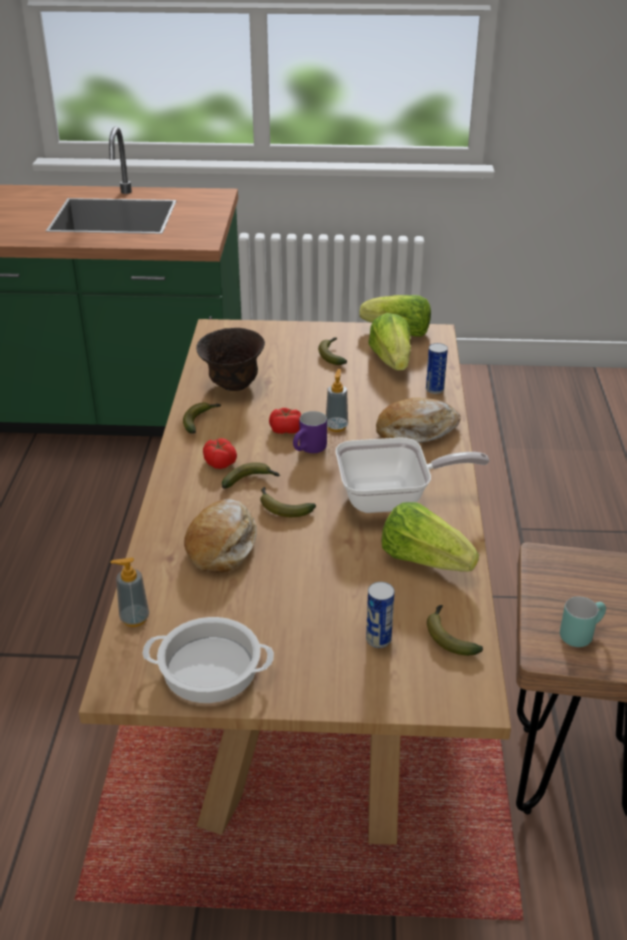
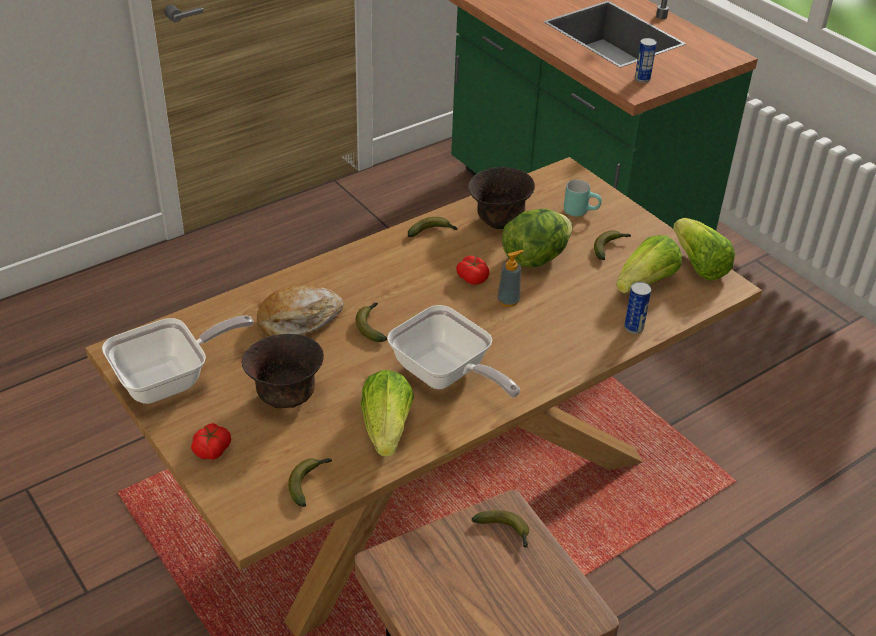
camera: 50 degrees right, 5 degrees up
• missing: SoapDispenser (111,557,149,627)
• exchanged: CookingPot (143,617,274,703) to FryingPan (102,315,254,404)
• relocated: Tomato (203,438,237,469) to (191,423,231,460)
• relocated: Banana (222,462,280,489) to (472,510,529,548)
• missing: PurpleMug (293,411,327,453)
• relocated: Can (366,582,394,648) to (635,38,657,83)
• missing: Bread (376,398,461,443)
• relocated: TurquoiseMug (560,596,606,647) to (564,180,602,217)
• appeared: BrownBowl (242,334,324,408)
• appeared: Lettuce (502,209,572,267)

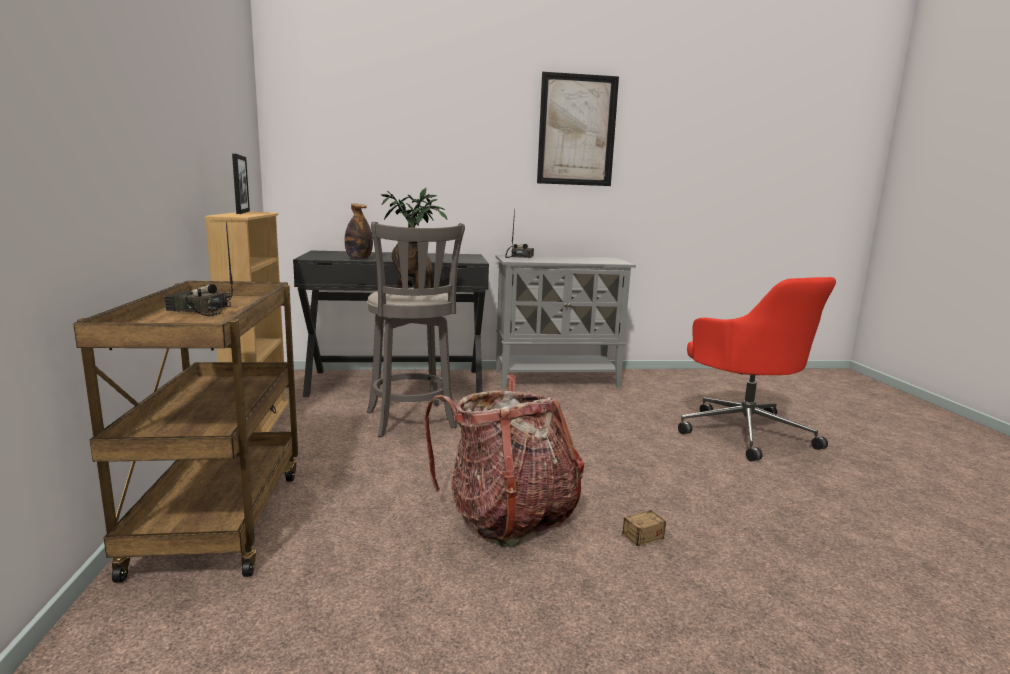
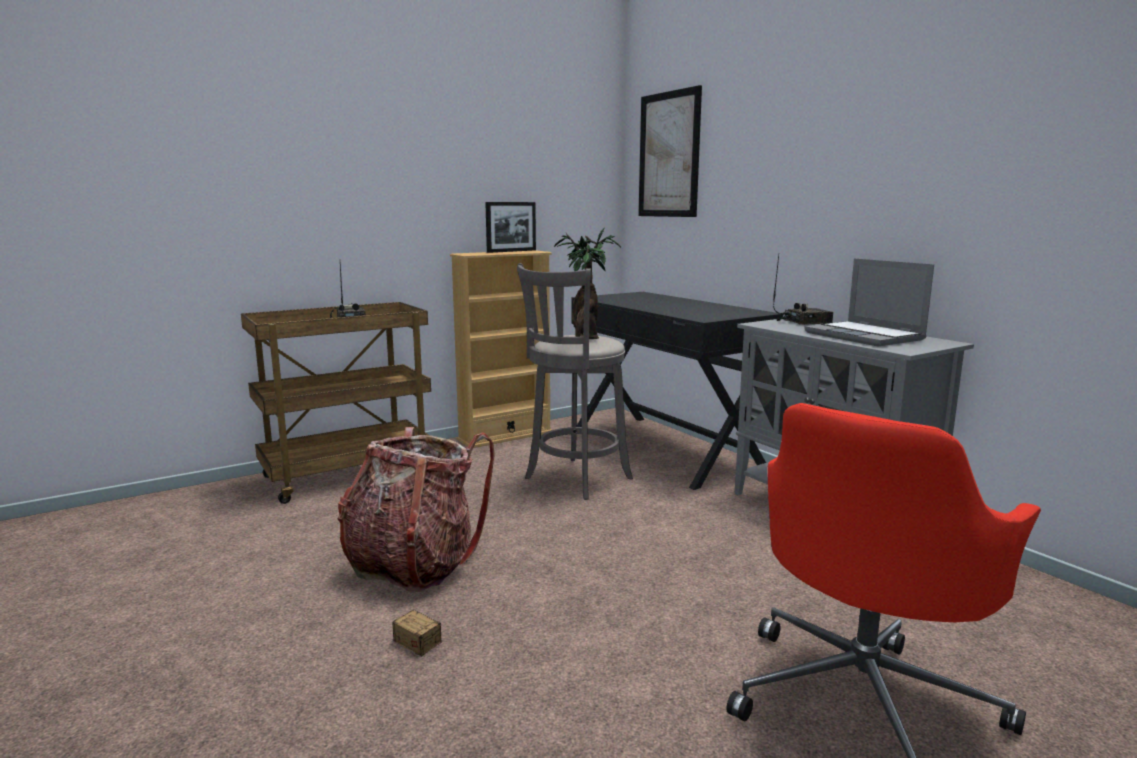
camera: 65 degrees right, 0 degrees up
• missing: Bottle (344,204,373,259)
• relocated: Picture (537,72,619,186) to (638,85,702,217)
• appeared: Laptop (804,258,934,347)

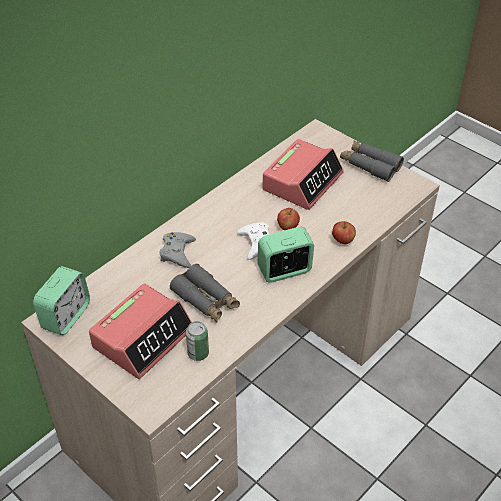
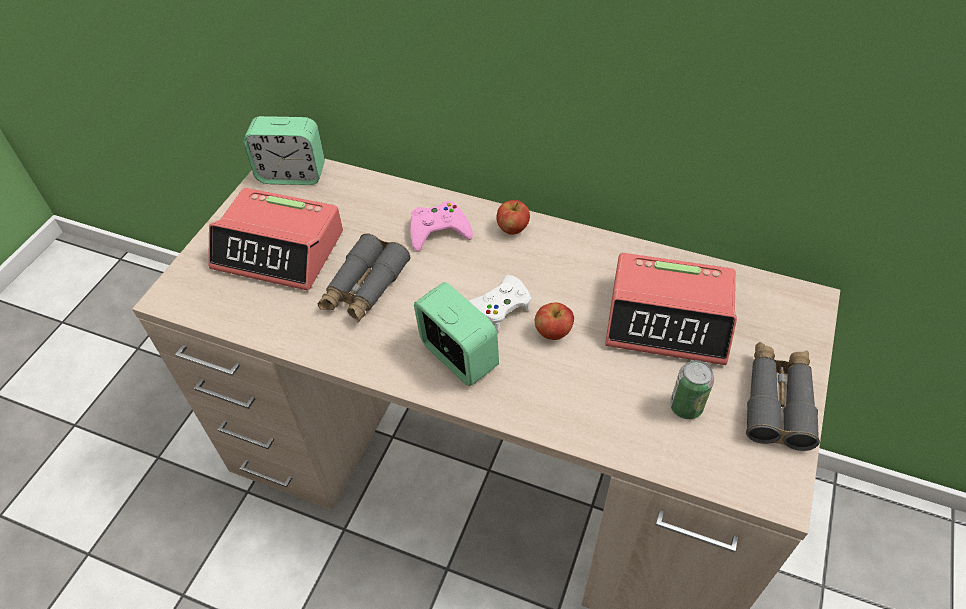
camera: 70 degrees right, 5 degrees up
• colour: GreyGameController (160,232,196,268) to PinkGameController (410,201,473,252)
• relocated: Can (186,321,209,361) to (670,360,714,419)
• relocated: Apple (332,221,356,244) to (496,200,530,235)

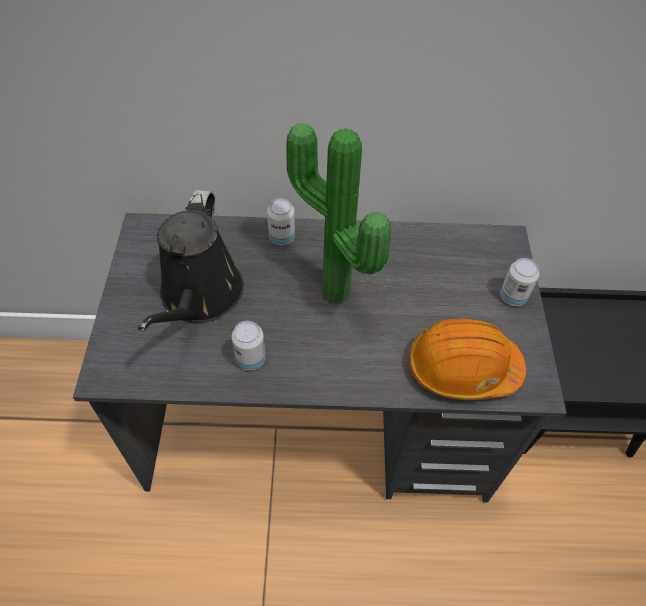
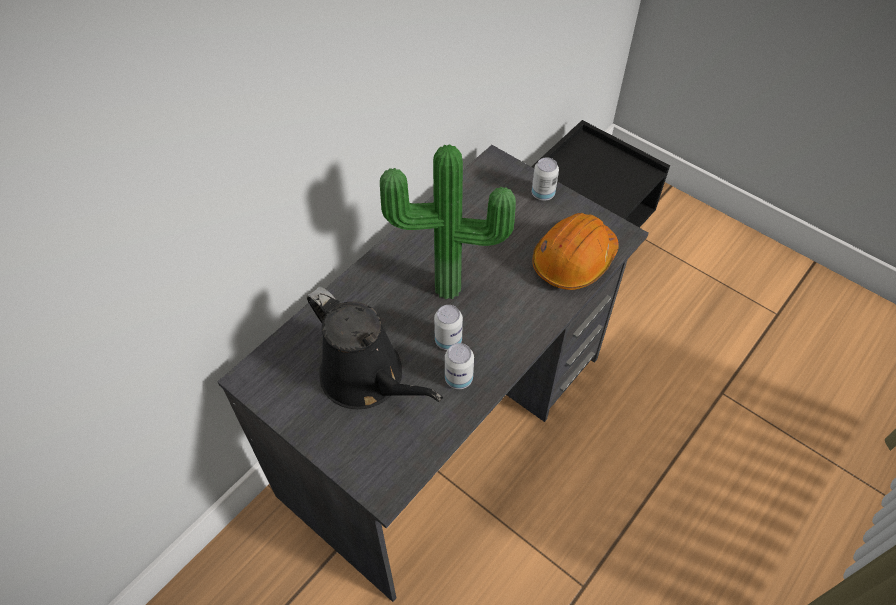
camera: 50 degrees left, 0 degrees up
• relocated: Can (267,198,295,245) to (434,305,463,350)

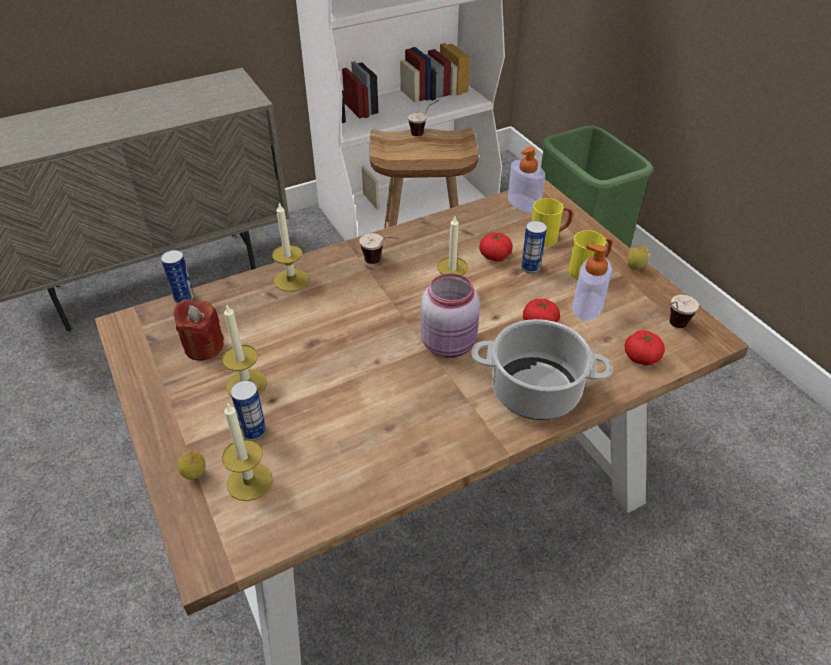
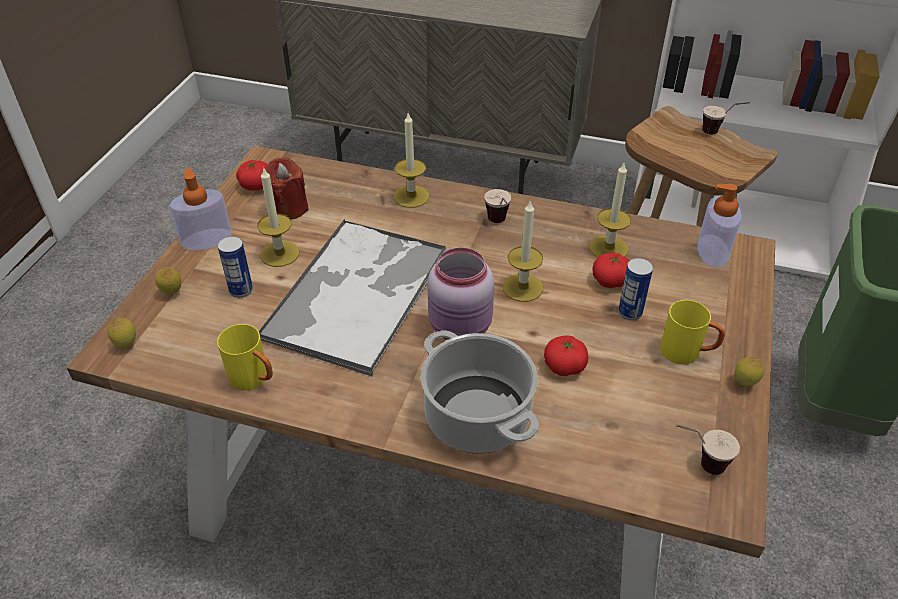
camera: 45 degrees right, 0 degrees up
• missing: Can (161,250,195,303)
• relocated: Candle (222,402,273,501) to (590,163,631,258)
• relocated: YellowMug (532,198,573,247) to (217,324,273,391)
• relocated: SoapDispenser (572,244,612,321) to (170,168,232,250)
• relocated: Tomato (624,330,665,366) to (236,160,268,191)
• appeared: Lemon (108,317,136,350)
• appeared: Tray (259,219,447,377)

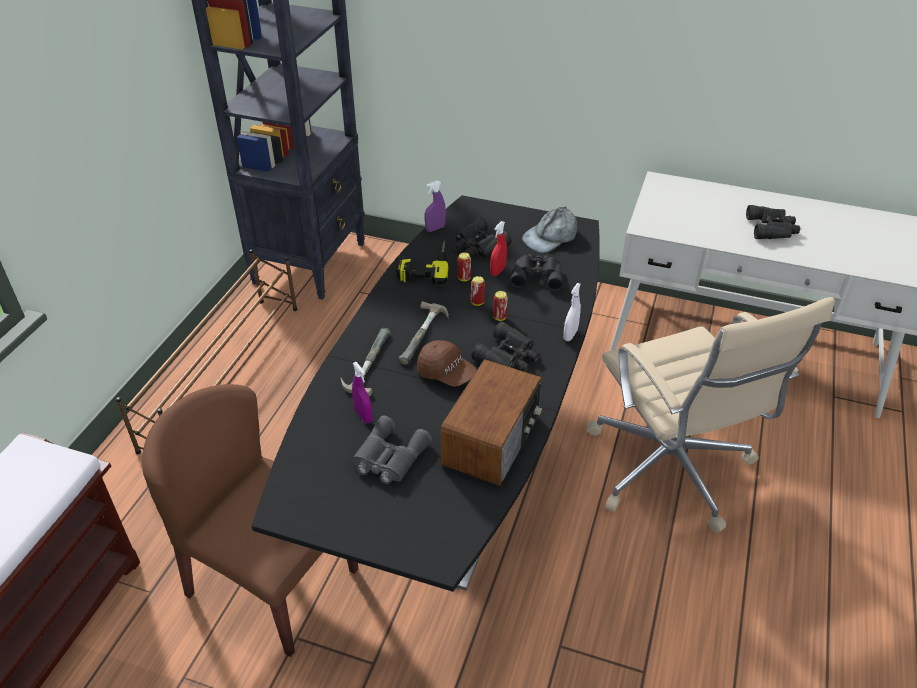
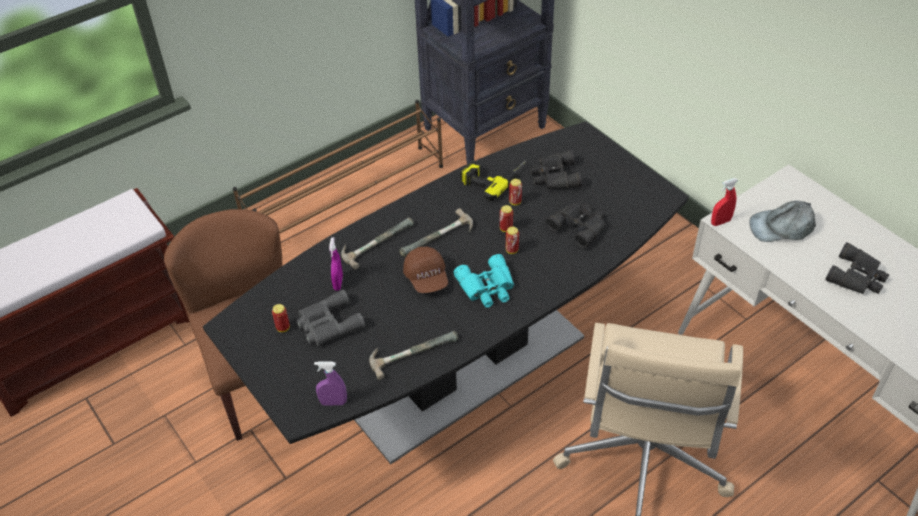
camera: 35 degrees right, 5 degrees up
• relocated: PurpleSprayBottle (425,180,446,232) to (314,361,347,406)
• exchanged: Radio (440,359,542,486) to Hammer (369,331,459,380)
• colour: BlackBinoculars (471,321,539,372) to TurquoiseBinoculars (453,254,514,308)
• relocated: RedSprayBottle (490,221,507,276) to (711,178,738,226)
• relocated: GreyCap (522,207,578,253) to (749,201,816,242)
• missing: WhiteSprayBottle (563,283,581,341)
• appeared: Can (272,304,290,332)

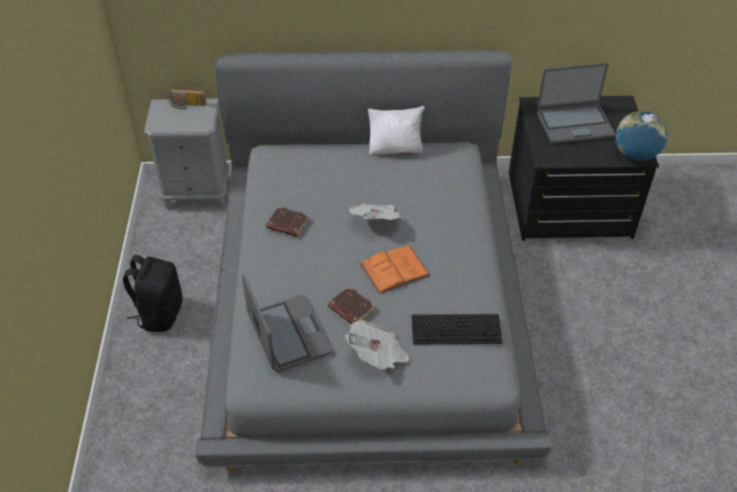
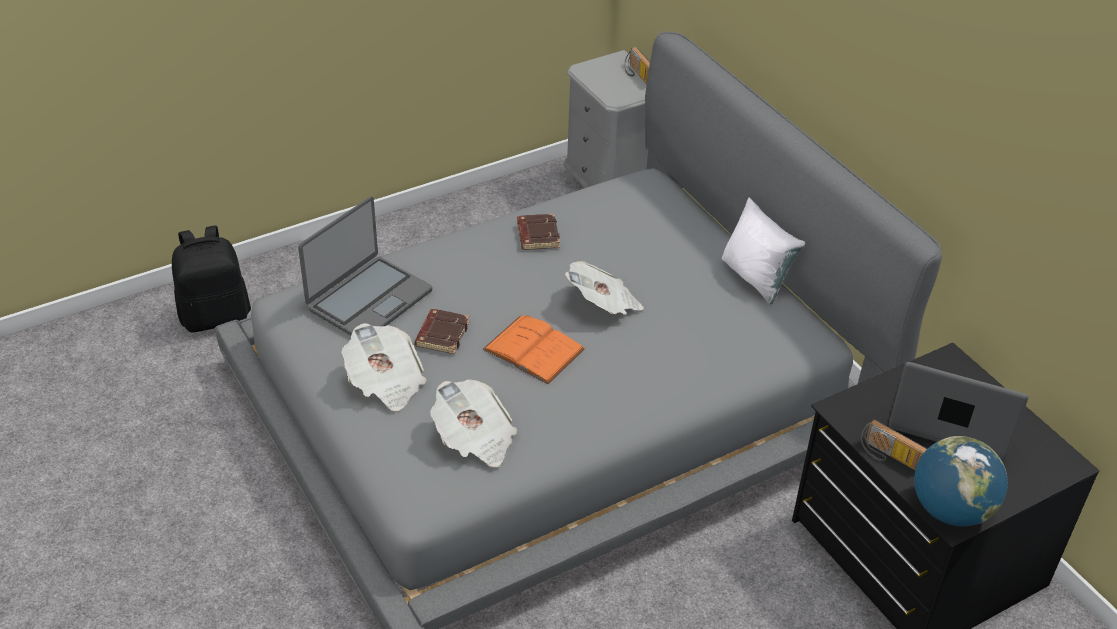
camera: 60 degrees right, 5 degrees down
• relocated: BlackBackpack (123,255,183,332) to (172,226,251,333)
• exchanged: Keyboard (412,314,503,344) to Newspaper (430,379,517,468)
• spun: Laptop (537,63,615,144) = (889,362,1029,461) 150 degrees clockwise
• appeared: Radio (861,419,927,470)

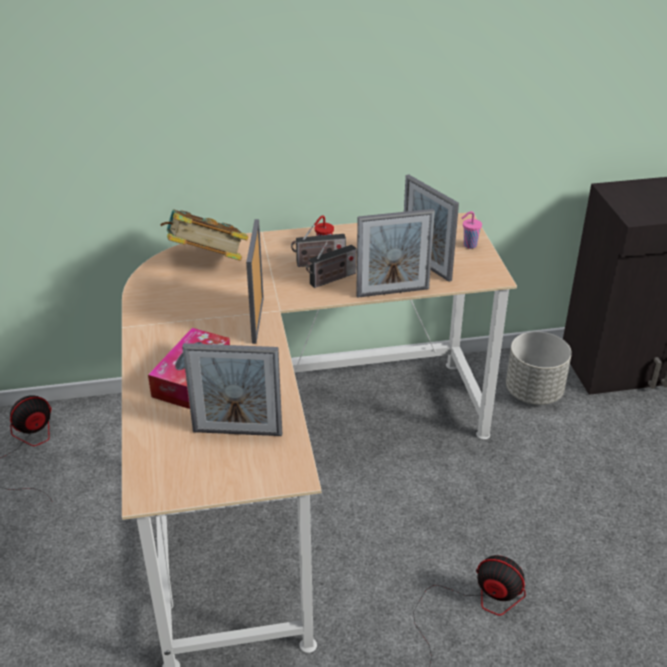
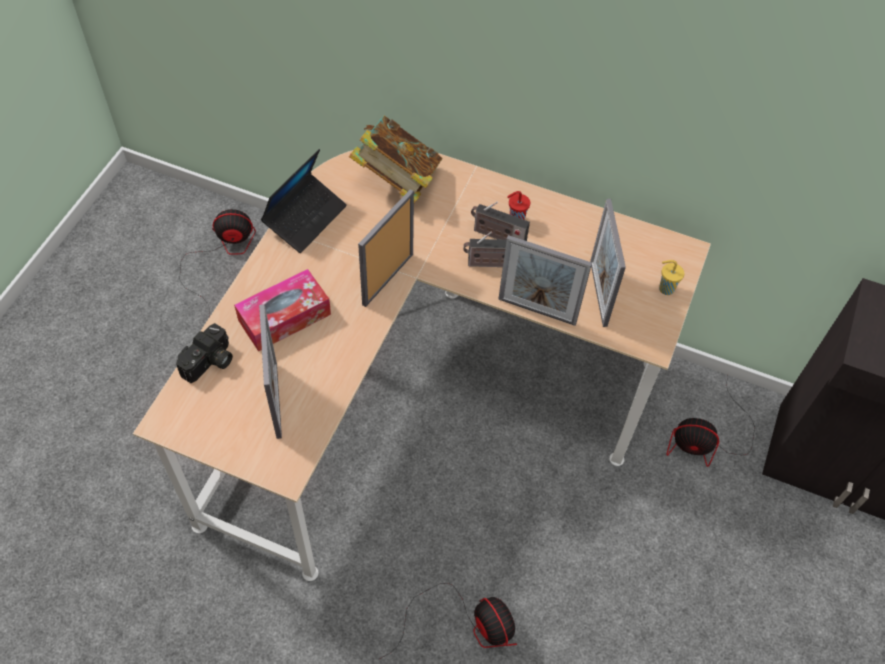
camera: 30 degrees right, 20 degrees up
• spun: PictureFrame (182,343,282,436) = (259,304,282,439) 135 degrees counterclockwise
• colour: PinkCup (462,211,482,249) to YellowCup (659,260,684,295)
• exchanged: GreyPlanter (506,331,572,405) to Fan (667,376,755,467)
• appeared: PhotoCamera (176,323,233,383)
• appeared: Laptop (261,149,347,253)

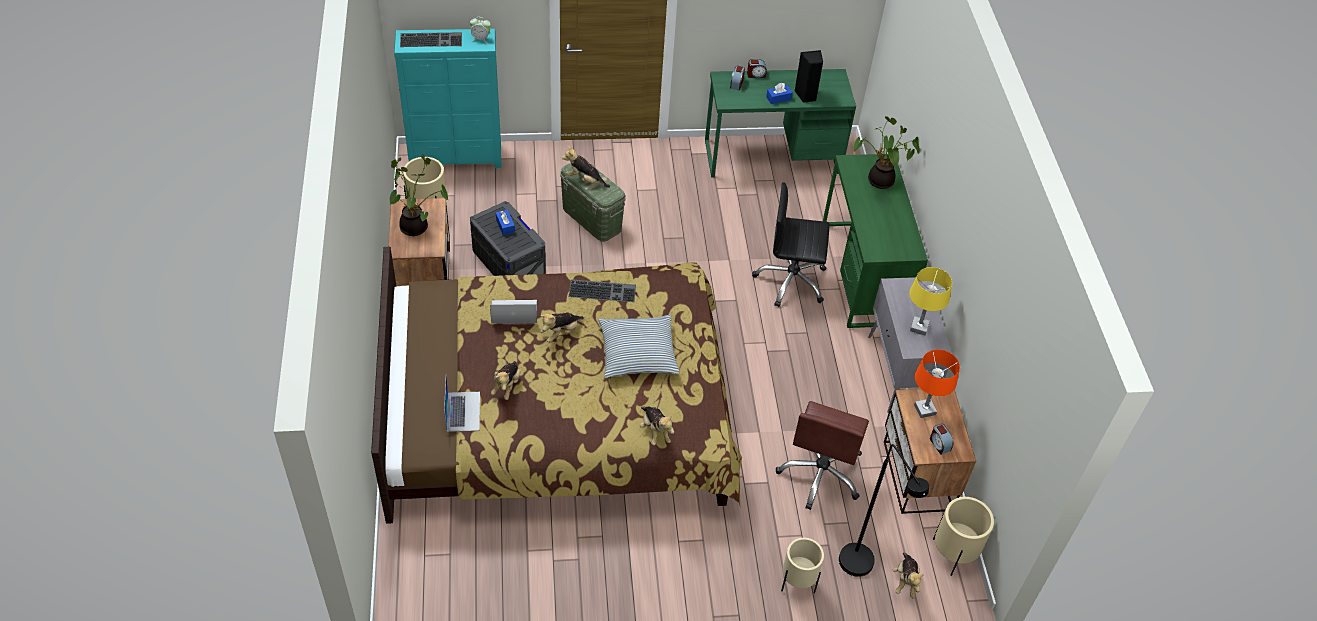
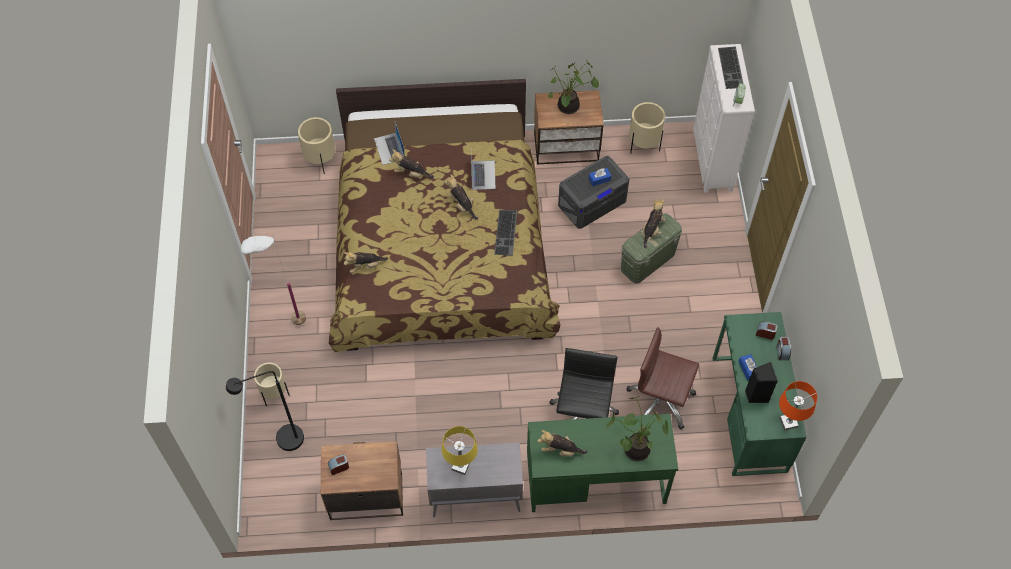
camera: 95 degrees right, 10 degrees up
• colour: TurquoiseDresser (394,29,502,168) to WhiteDresser (693,44,755,193)
• spun: Laptop (444,377,480,432) = (374,120,405,165) 75 degrees clockwise
• missing: Pillow (598,314,679,378)
• relocated: BrownOfficeChair (776,401,869,510) to (626,327,699,430)
• relocated: PlushToy (893,553,924,598) to (537,430,587,456)
• relocated: OrangeTableLamp (914,349,960,418) to (779,381,817,431)
• relocated: BeigePlanter (933,497,994,576) to (298,117,335,174)
• appeared: WhiteFloorLamp (241,236,306,325)

